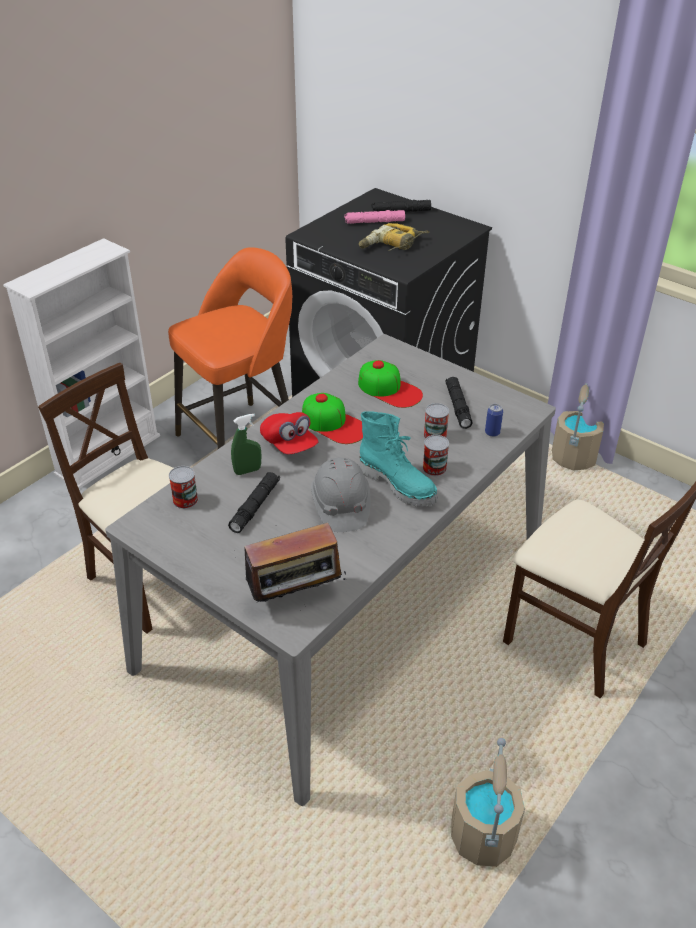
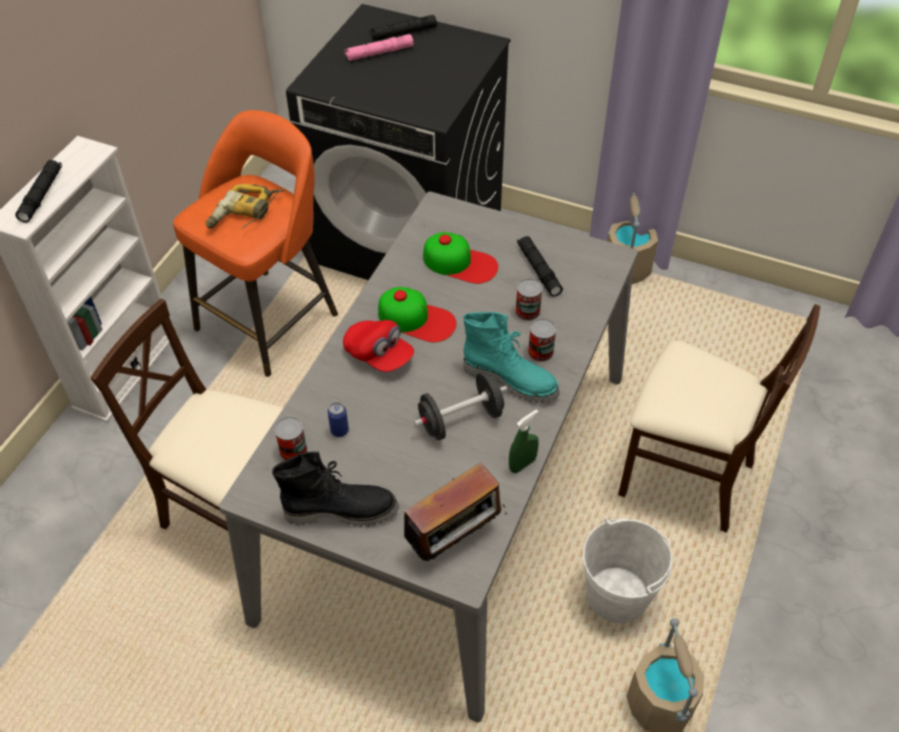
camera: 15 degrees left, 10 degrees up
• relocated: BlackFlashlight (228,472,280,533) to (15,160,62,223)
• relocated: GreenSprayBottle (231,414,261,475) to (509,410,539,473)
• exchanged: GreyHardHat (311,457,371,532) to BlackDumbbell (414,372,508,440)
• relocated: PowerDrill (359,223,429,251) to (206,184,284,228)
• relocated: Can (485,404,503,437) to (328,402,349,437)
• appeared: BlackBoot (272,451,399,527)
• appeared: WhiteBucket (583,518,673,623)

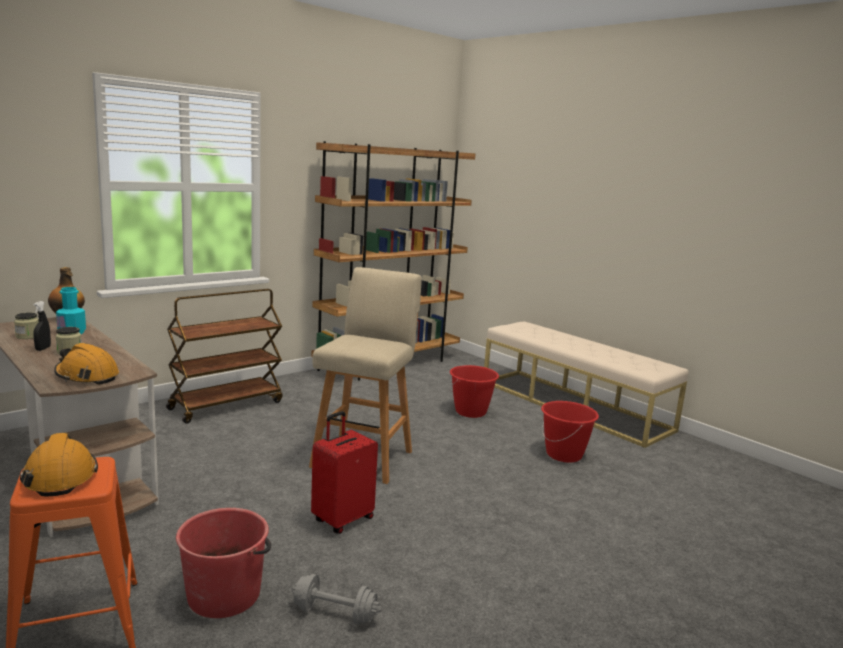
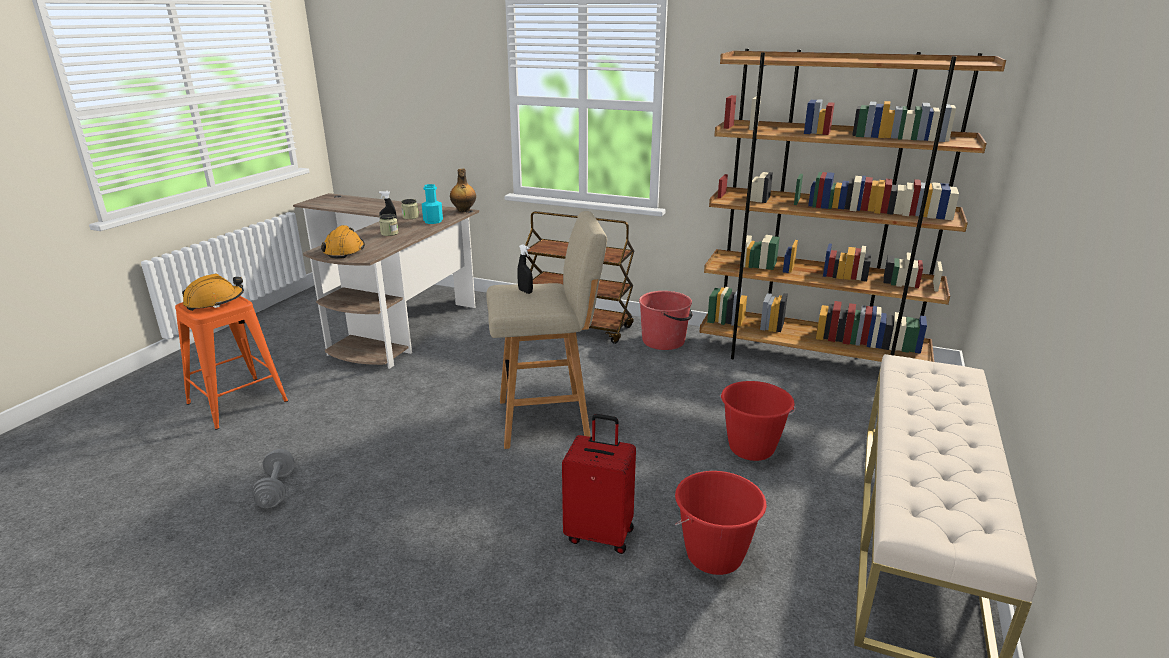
camera: 65 degrees right, 10 degrees up
• relocated: RedBucket (176,508,271,618) to (639,291,693,350)
• relocated: RedSuitcase (311,411,378,534) to (562,414,636,554)
• appeared: BlackSprayBottle (517,244,533,294)

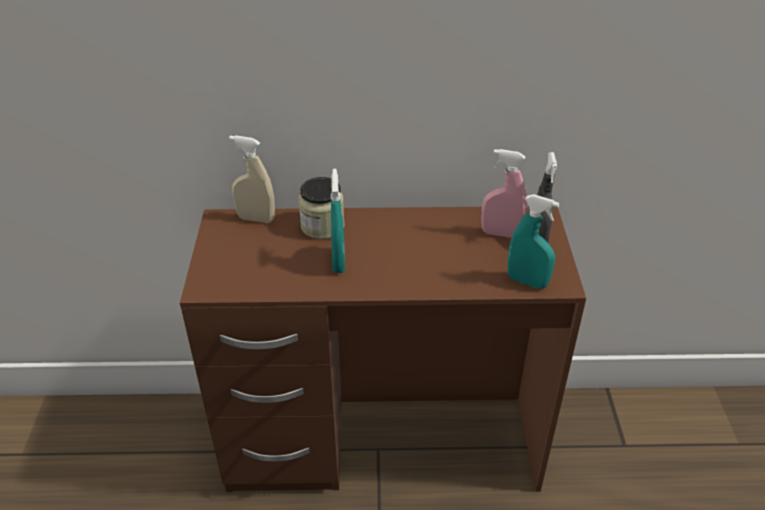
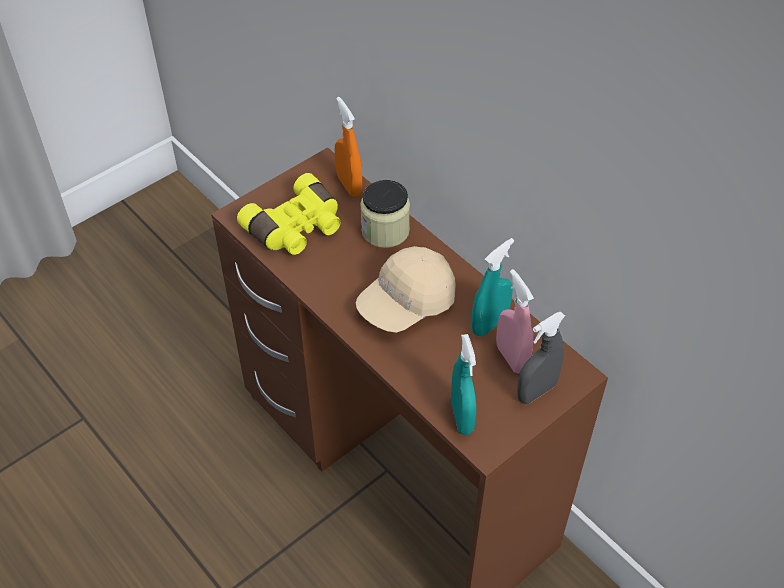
camera: 50 degrees right, 10 degrees up
• colour: BeigeSprayBottle (229,135,275,223) to OrangeSprayBottle (335,97,362,197)
• relocated: TurquoiseSprayBottle (331,169,345,273) to (472,238,514,336)
• appeared: YellowBinoculars (237,173,341,255)
• appeared: BeigeCap (356,246,456,333)

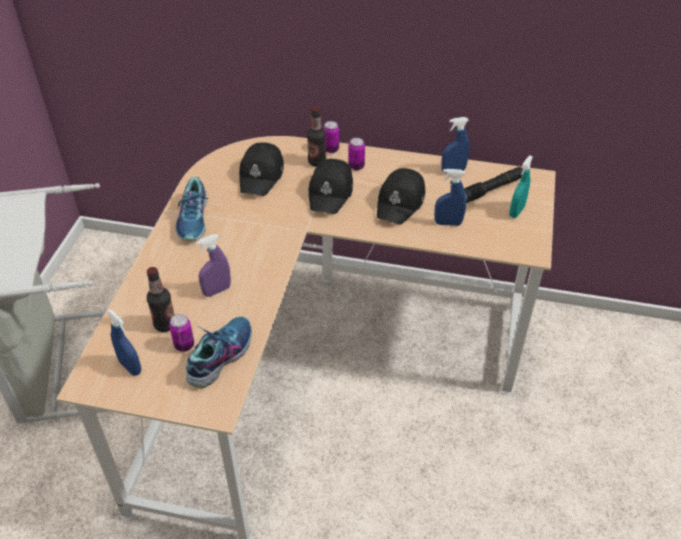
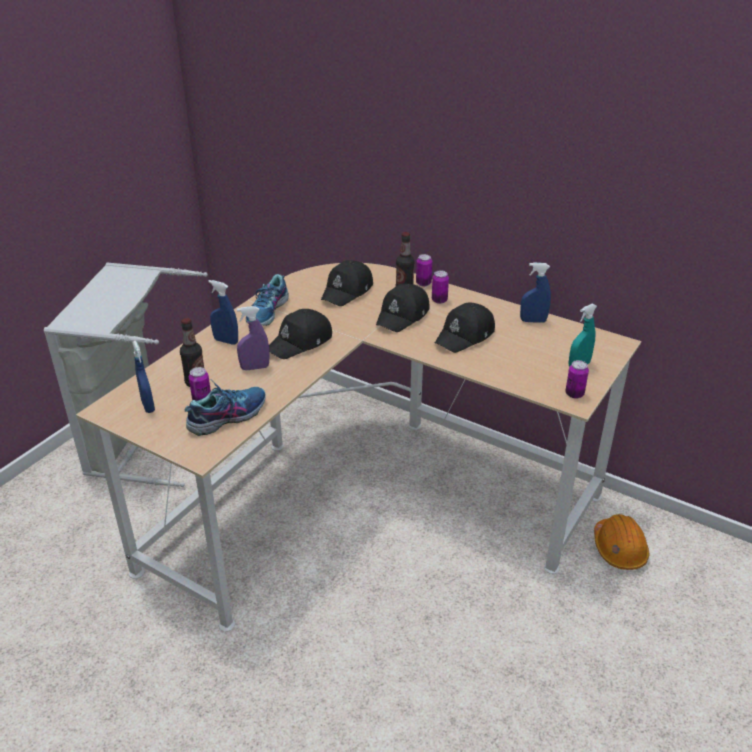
camera: 20 degrees right, 10 degrees down
• relocated: BlueSprayBottle (435,169,466,226) to (208,280,238,345)
• missing: BlackFlashlight (464,167,523,203)
• appeared: BlackCap (269,309,332,359)
• appeared: Can (565,360,589,399)
• appeared: OrangeHardHat (594,514,649,570)

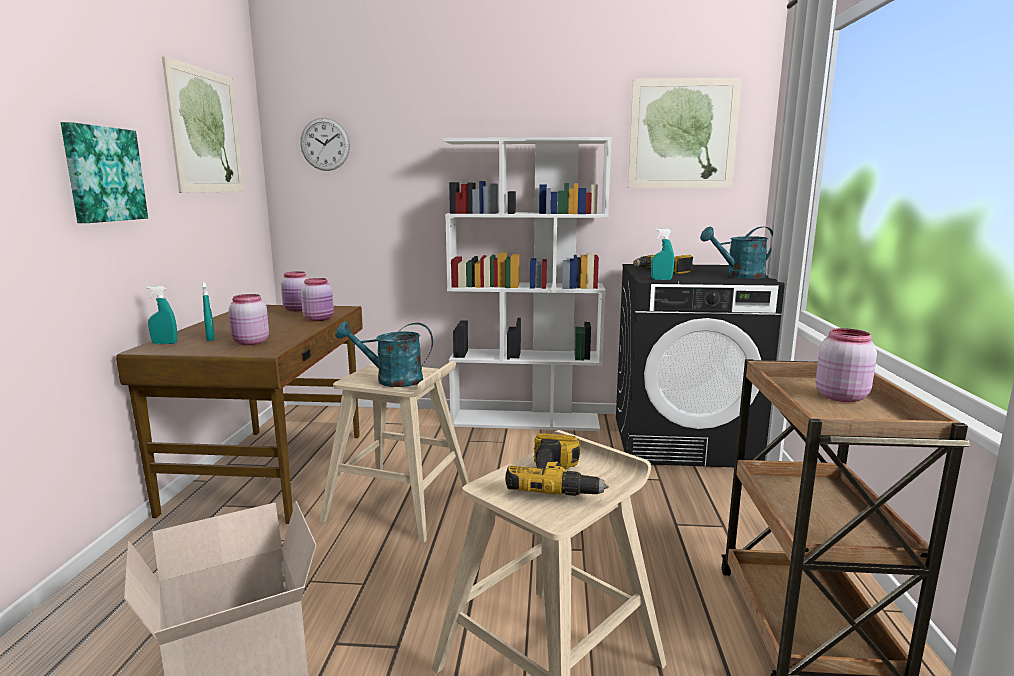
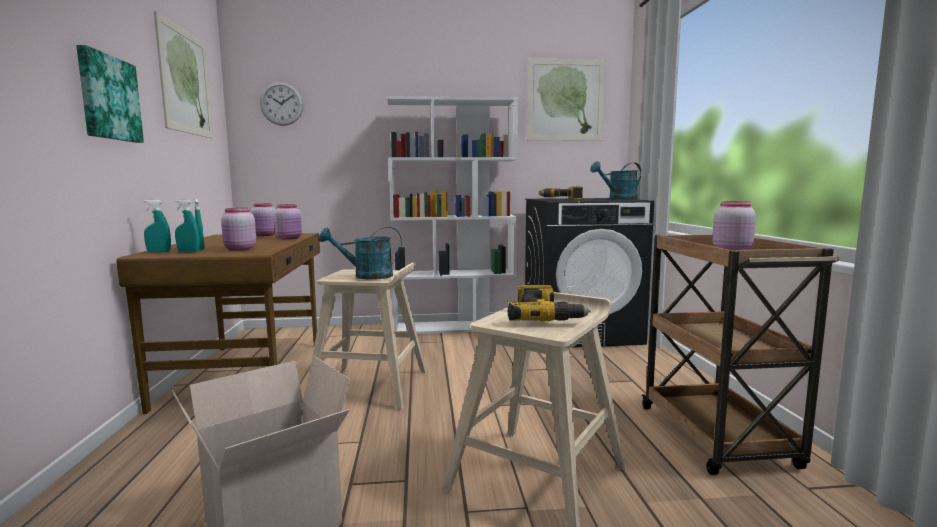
camera: 10 degrees left, 5 degrees down
• relocated: TurquoiseSprayBottle (651,229,674,280) to (174,200,200,252)

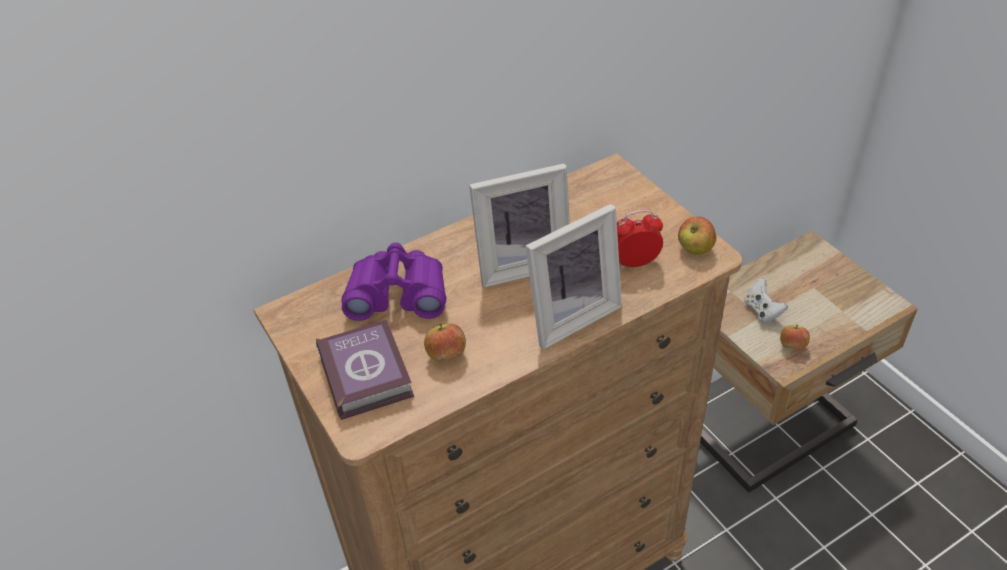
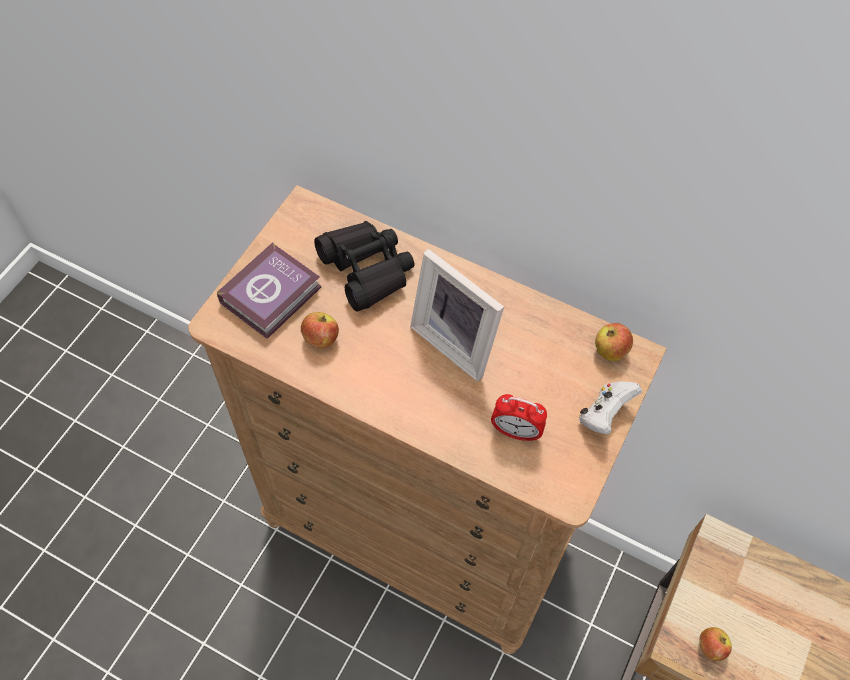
camera: 55 degrees right, 15 degrees up
• colour: PurpleBinoculars (341,242,446,321) to BlackBinoculars (314,221,414,312)
• missing: PictureFrame (525,204,622,349)
• spun: AlarmClock (617,210,663,269) = (491,394,547,442) 150 degrees clockwise
• relocated: Apple (678,216,716,255) to (595,323,633,361)
• relocated: WhiteGameController (744,278,788,323) to (579,381,642,435)

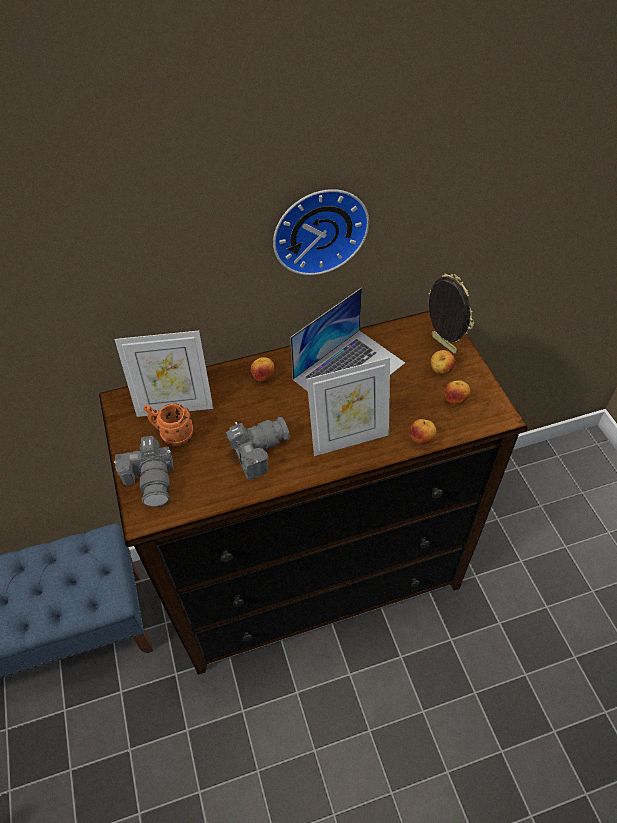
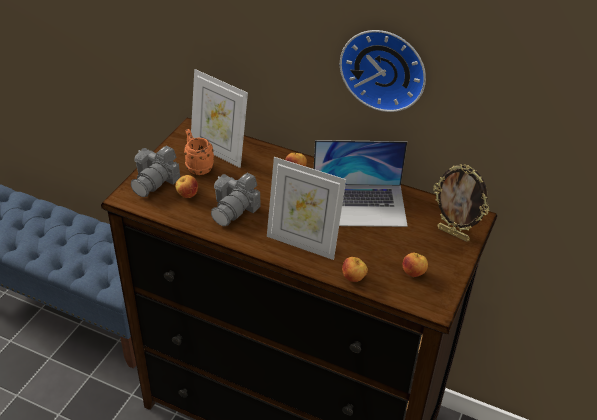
camera: 40 degrees right, 10 degrees down
• spun: PhotoCamera (225,417,290,481) = (211,173,261,226) 105 degrees clockwise
• spun: PictureFrame (429,273,474,353) = (433,164,489,242) 120 degrees clockwise
• relocated: Apple (431,350,455,374) to (175,175,198,198)

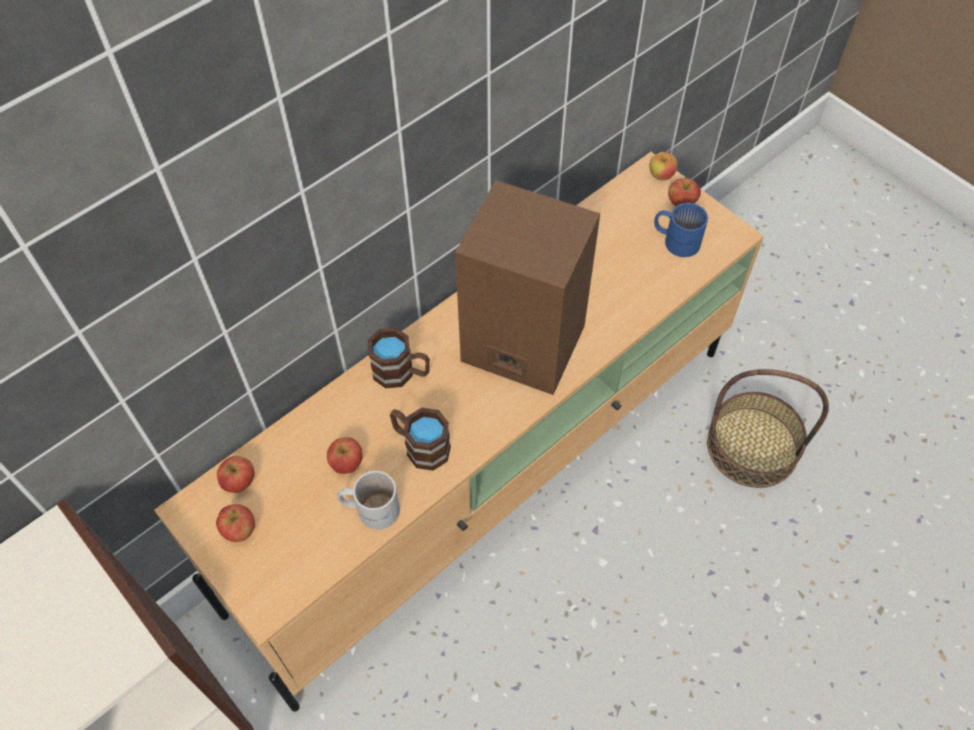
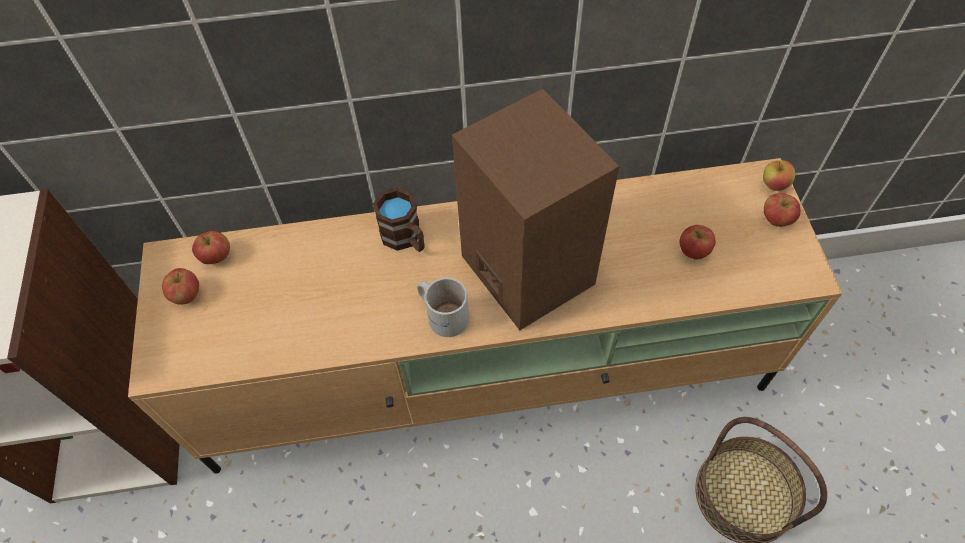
camera: 35 degrees right, 0 degrees up
• relocated: Apple (327,437,362,474) to (680,225,716,260)
• relocated: WhiteMug (338,471,400,530) to (417,278,469,337)
• missing: BrownMug (390,408,451,471)
• missing: BlueMug (654,203,708,257)

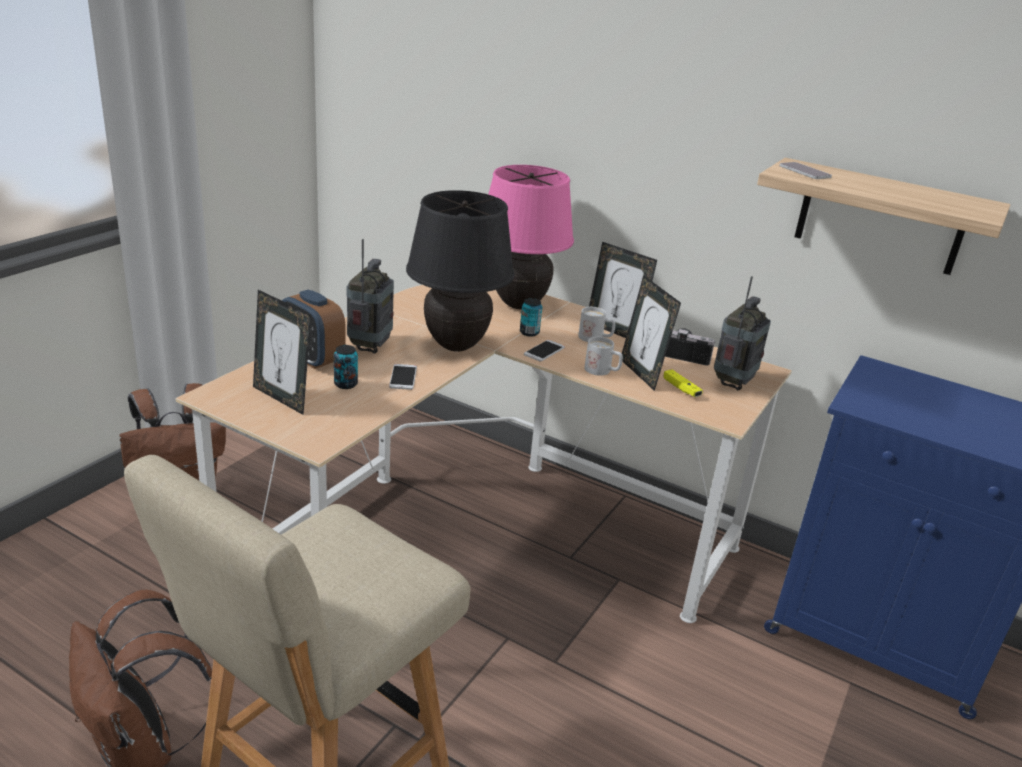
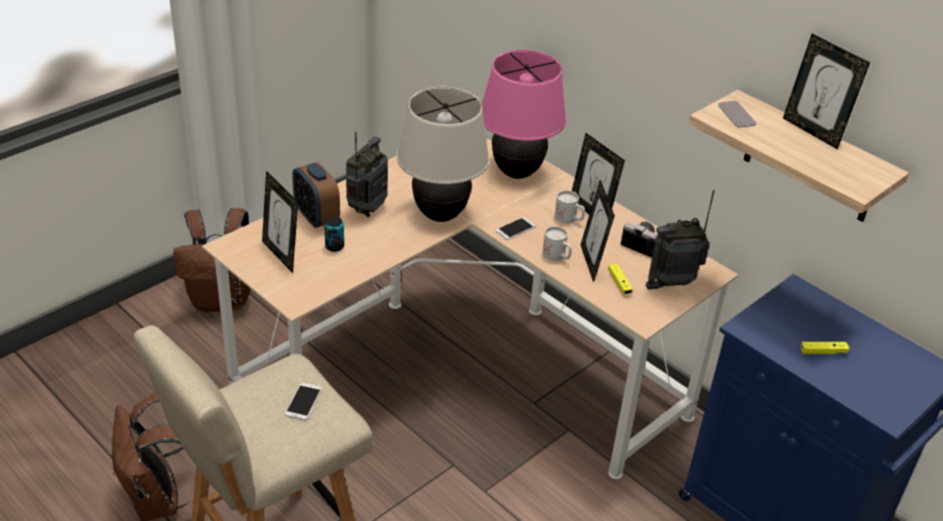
camera: 15 degrees right, 10 degrees up
• relocated: Phone (389,364,417,390) to (285,383,322,420)
• colour: BlackTableLamp (406,190,514,352) to BeigeTableLamp (396,87,490,222)
• missing: Can (520,298,542,337)
• spun: Radio (714,276,771,390) = (646,190,714,289) 150 degrees counterclockwise
• appeared: PictureFrame (783,34,870,149)
• appeared: YellowGameController (801,342,849,354)

